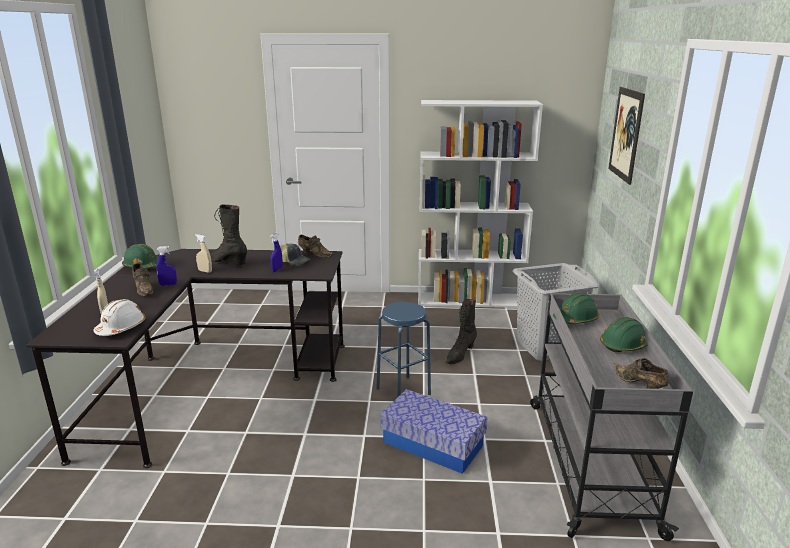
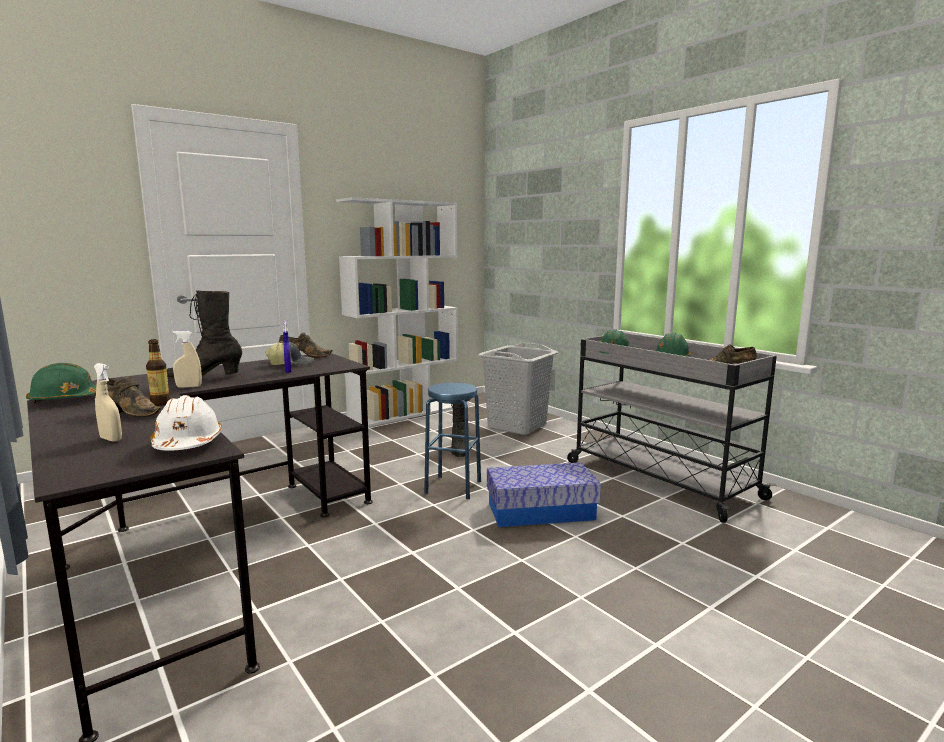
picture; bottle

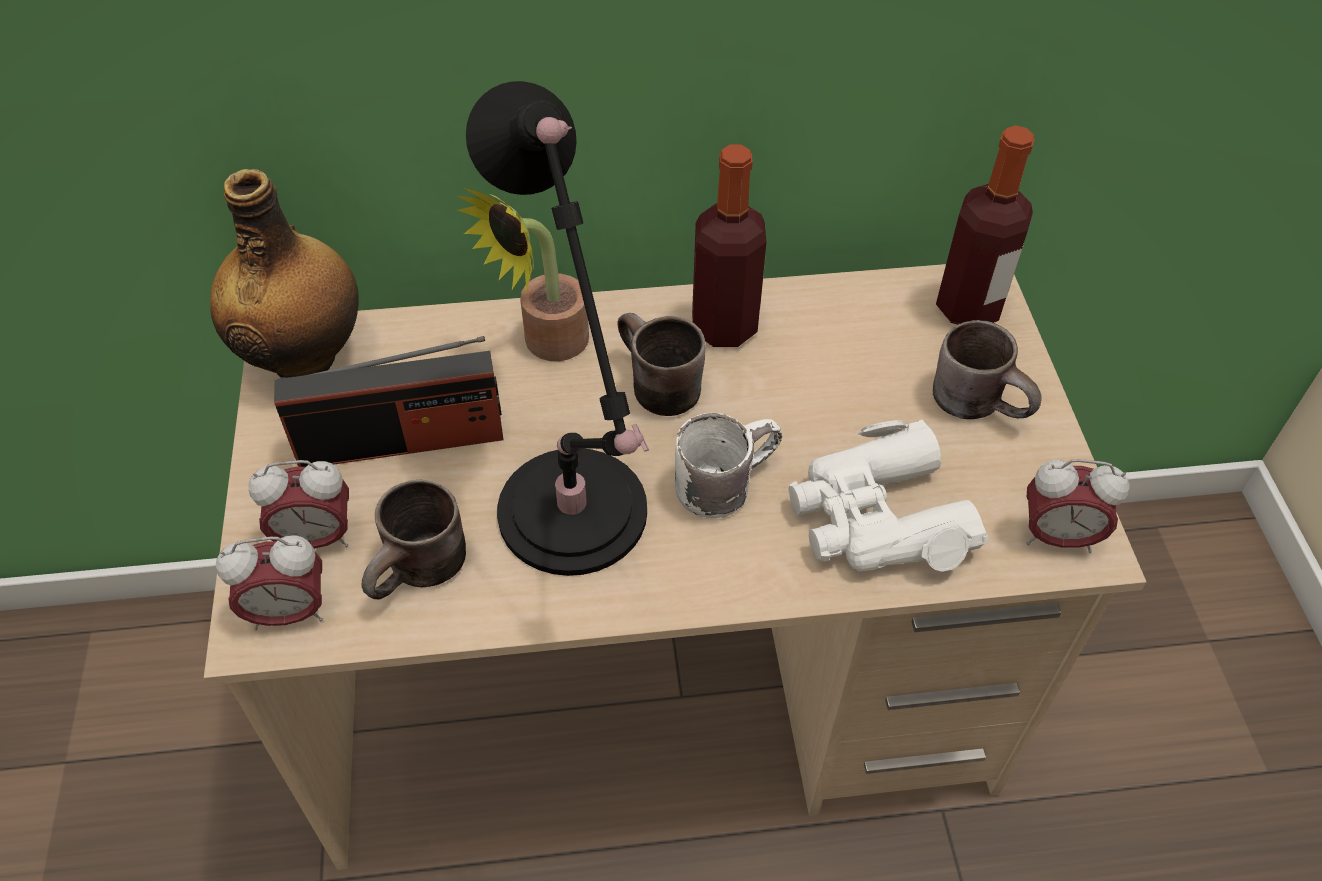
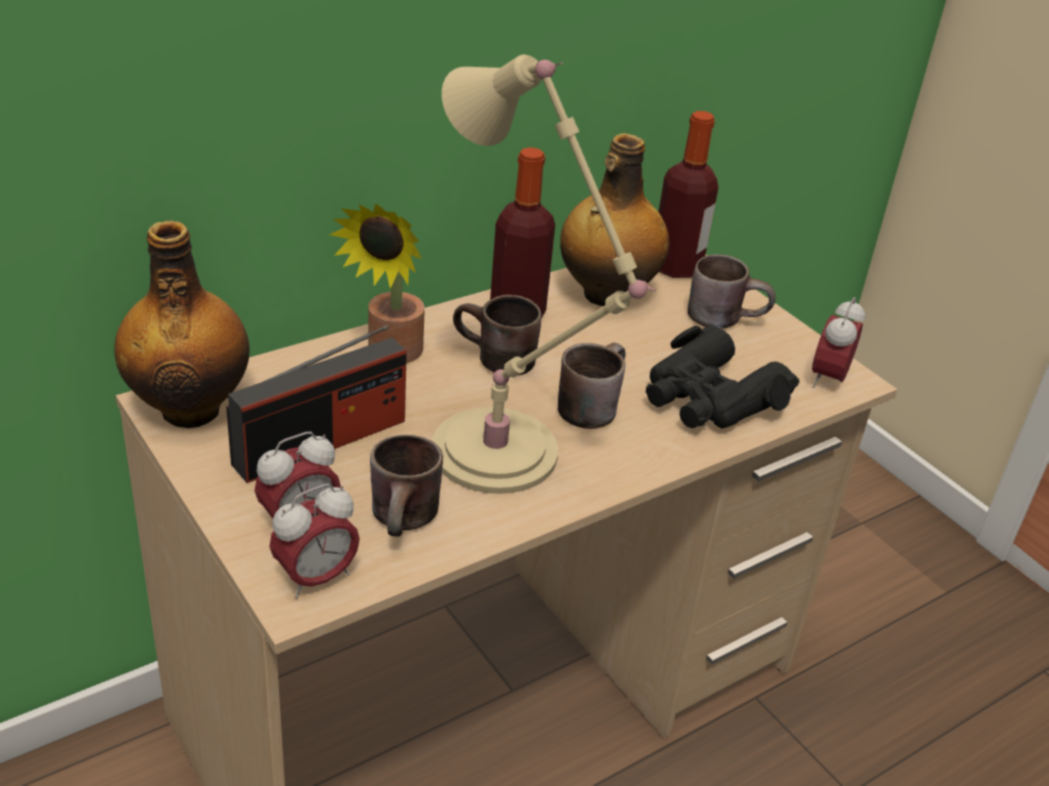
beige table lamp; brown mug (no. 3 from left); black binoculars; alarm clock (no. 3 from left); bottle (no. 3 from left)

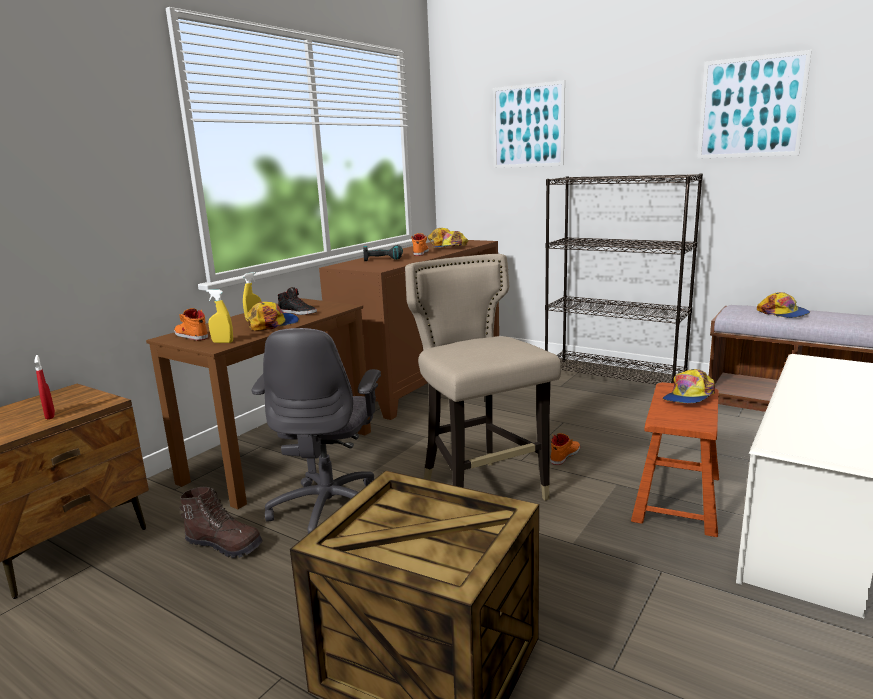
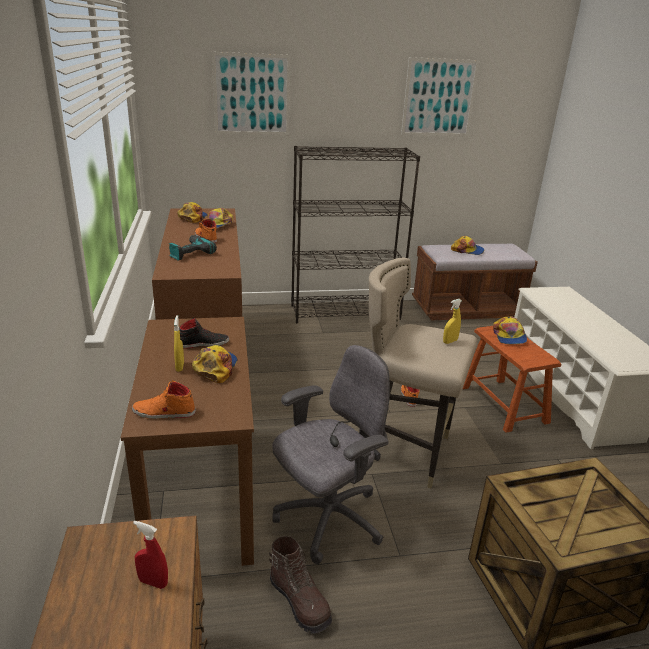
yellow spray bottle (no. 2 from left); grey office chair; brown boot

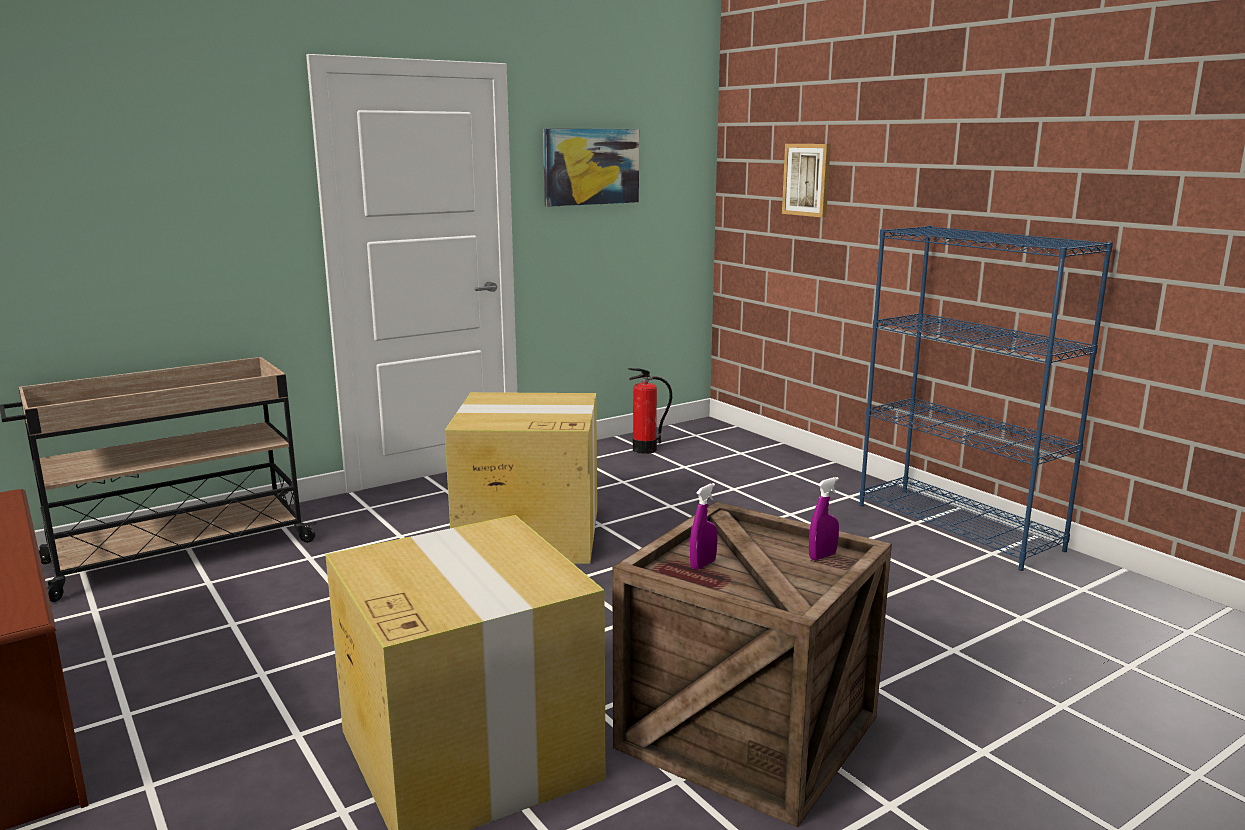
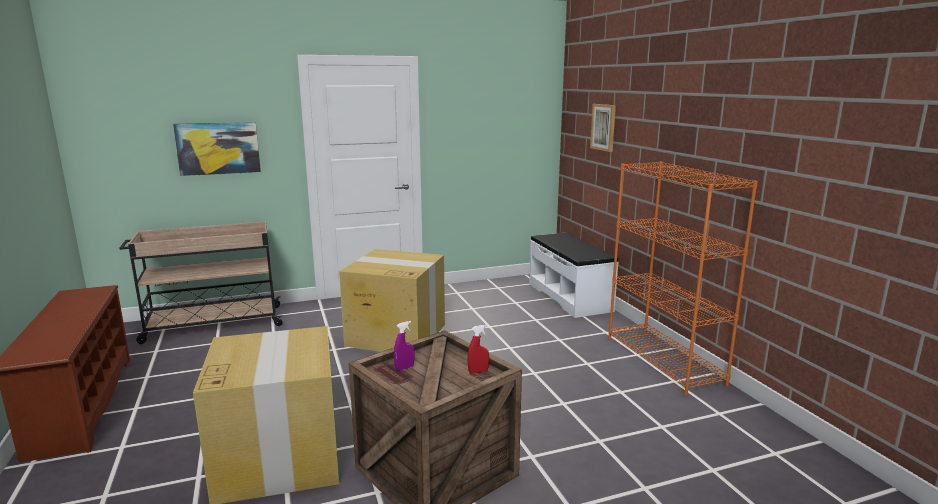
picture (no. 1 from left); orange bookcase; fire extinguisher; red spray bottle; white bench

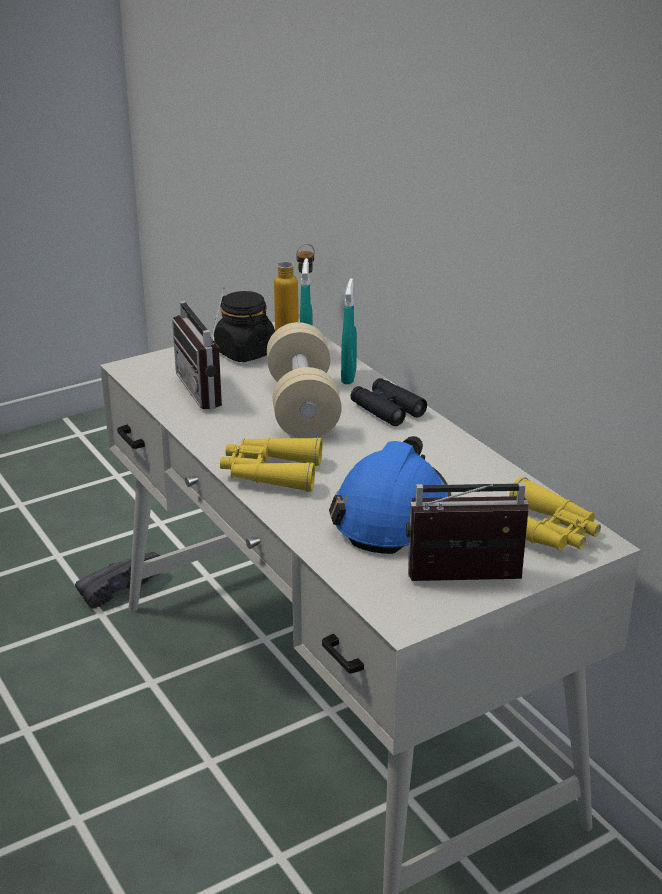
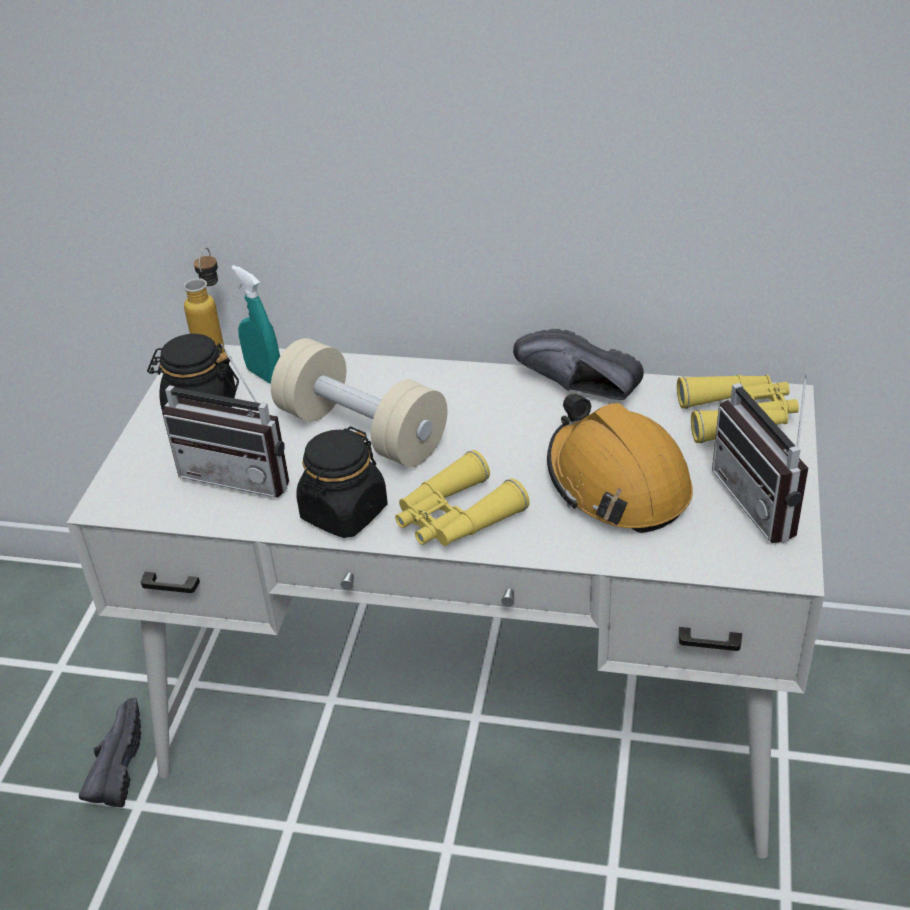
turquoise spray bottle (no. 2 from left in the first image); black binoculars; orange hard hat; radio (no. 2 from left); black shoe (no. 2 from left); black jar (no. 2 from left)

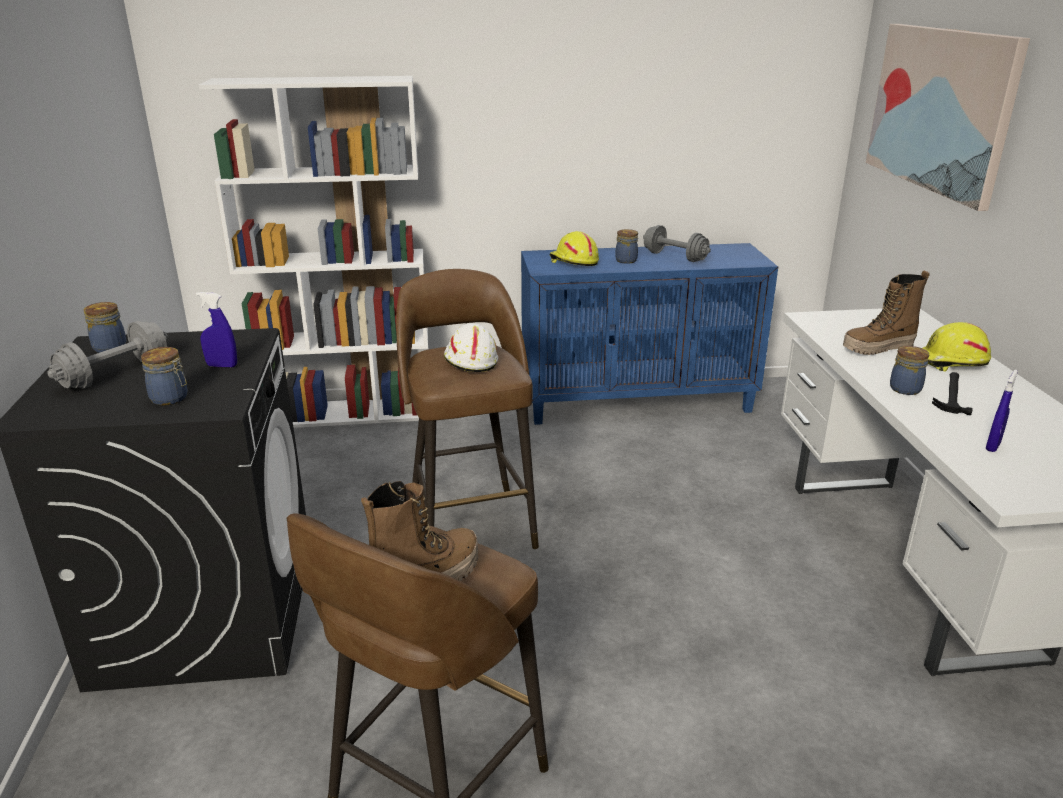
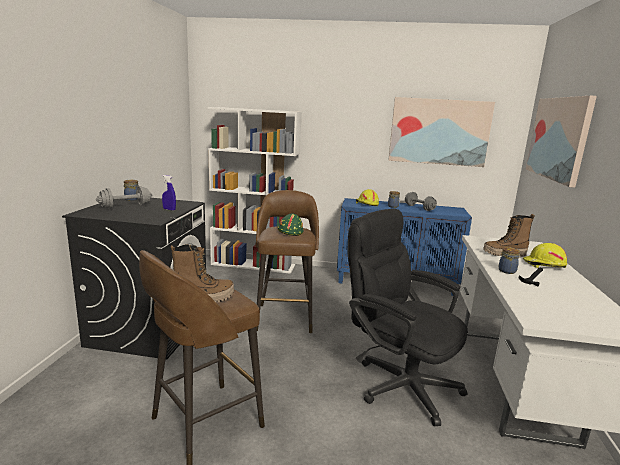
green hard hat; jar (no. 2 from left in the first image); blue spray bottle (no. 2 from left in the first image); picture (no. 1 from left); black office chair

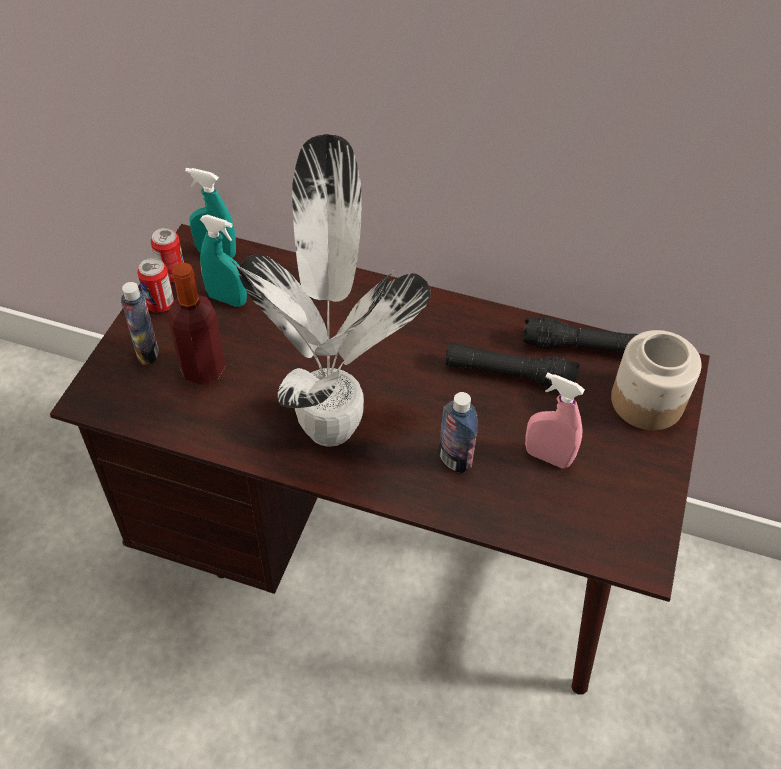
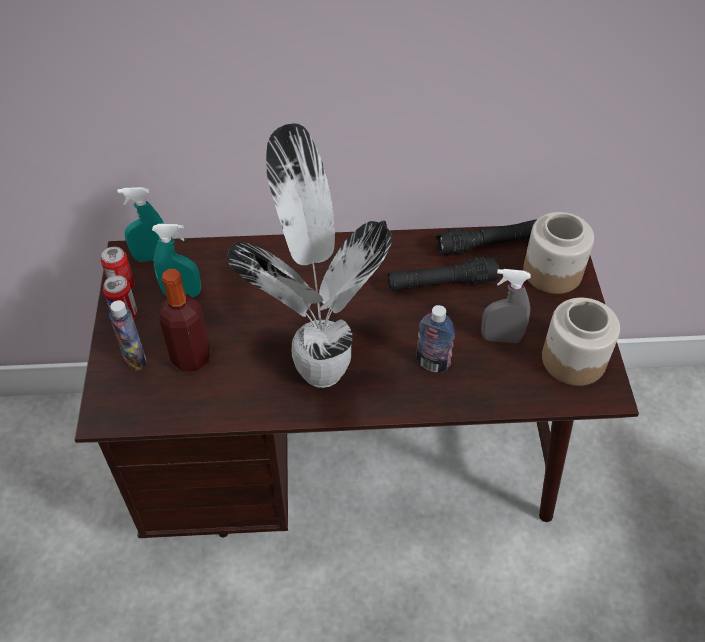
grey spray bottle; jar (no. 2 from left)

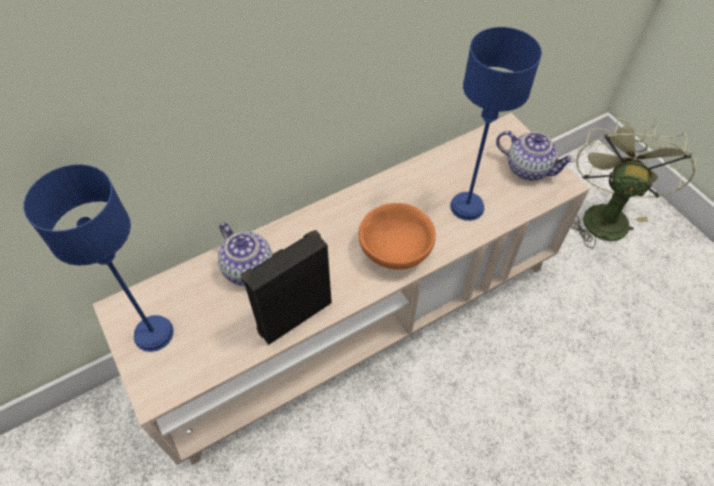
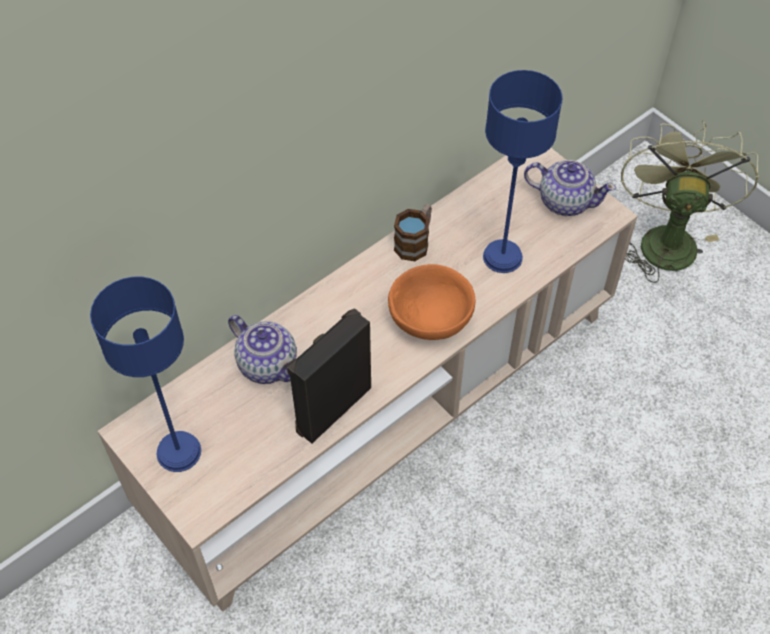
mug

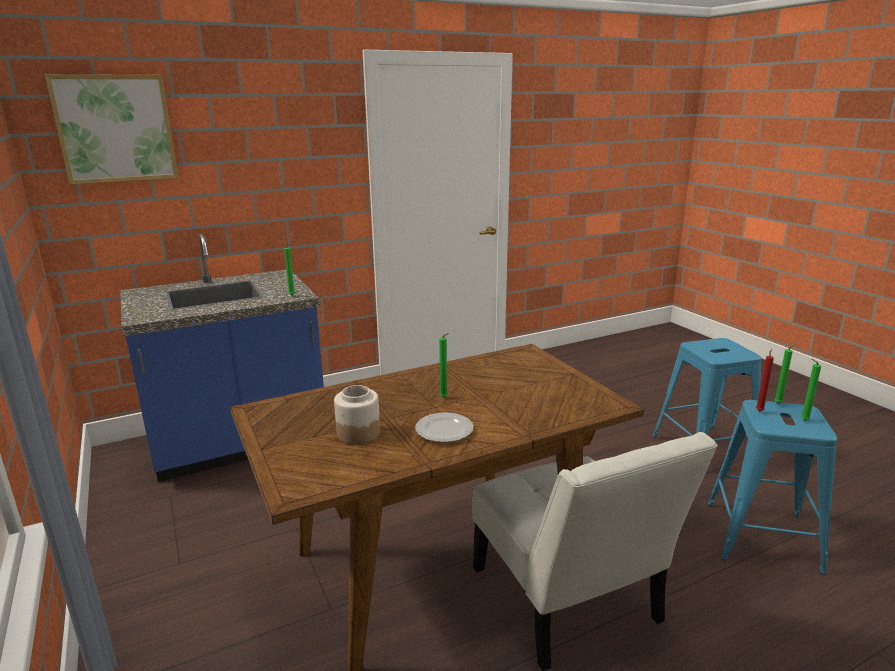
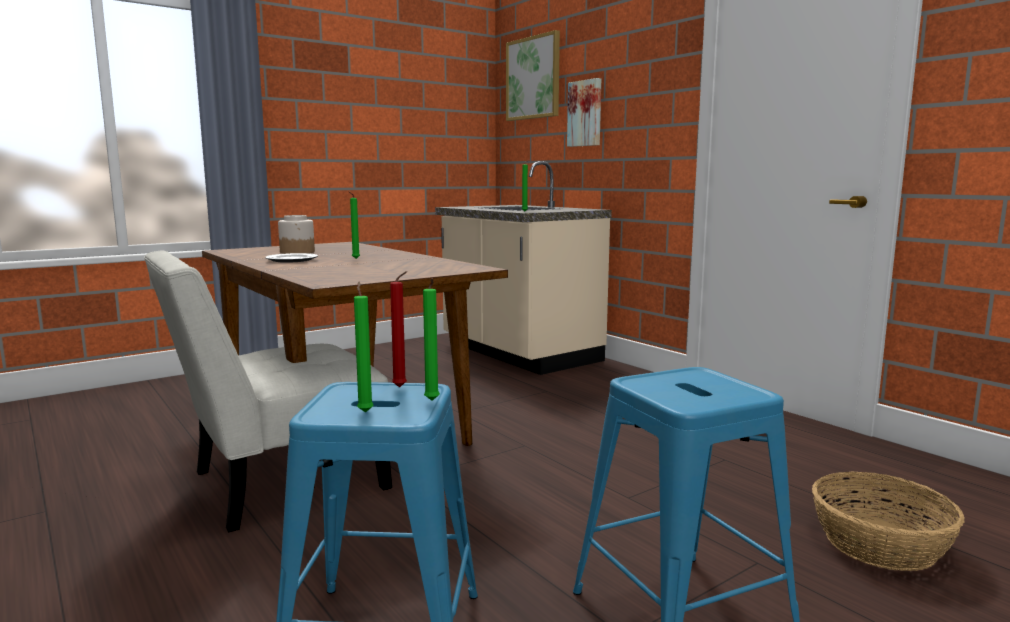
beige counter; picture (no. 2 from left); basket

